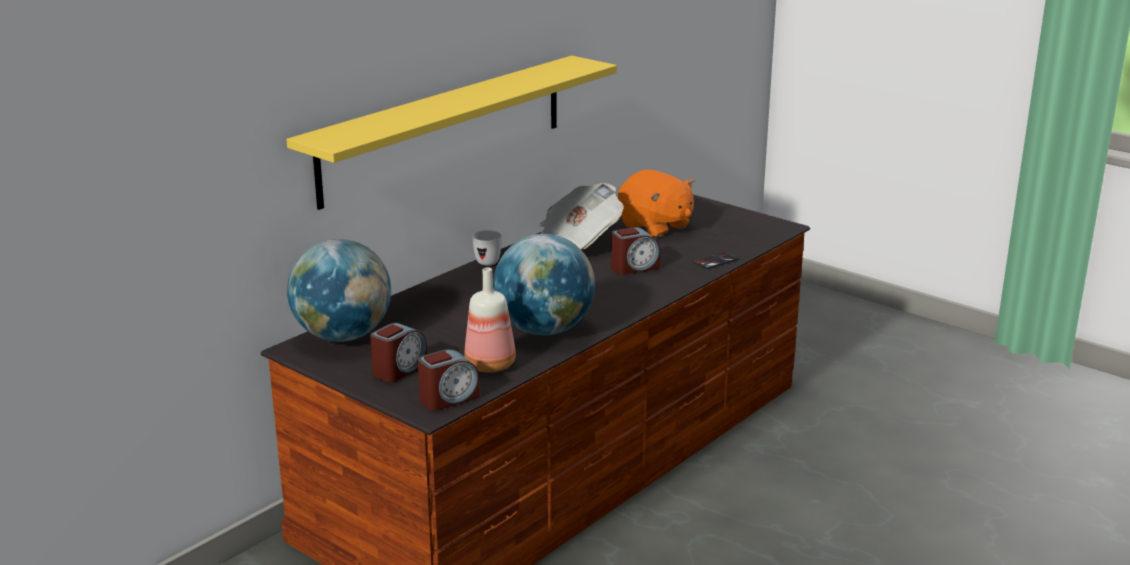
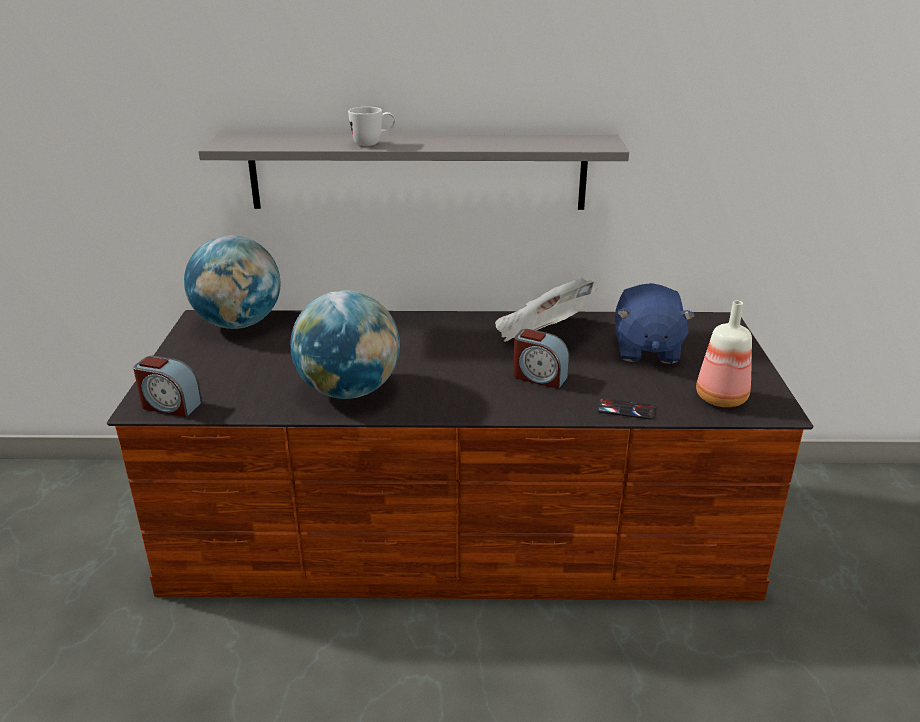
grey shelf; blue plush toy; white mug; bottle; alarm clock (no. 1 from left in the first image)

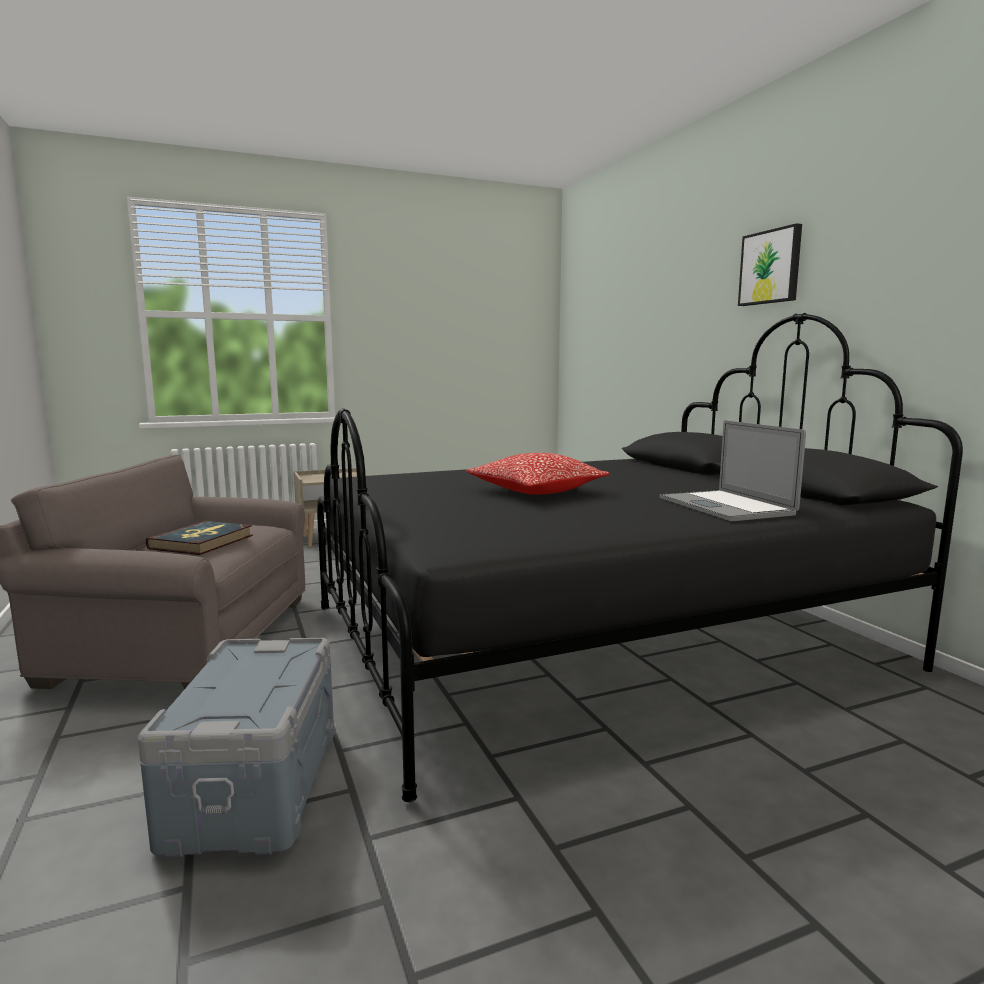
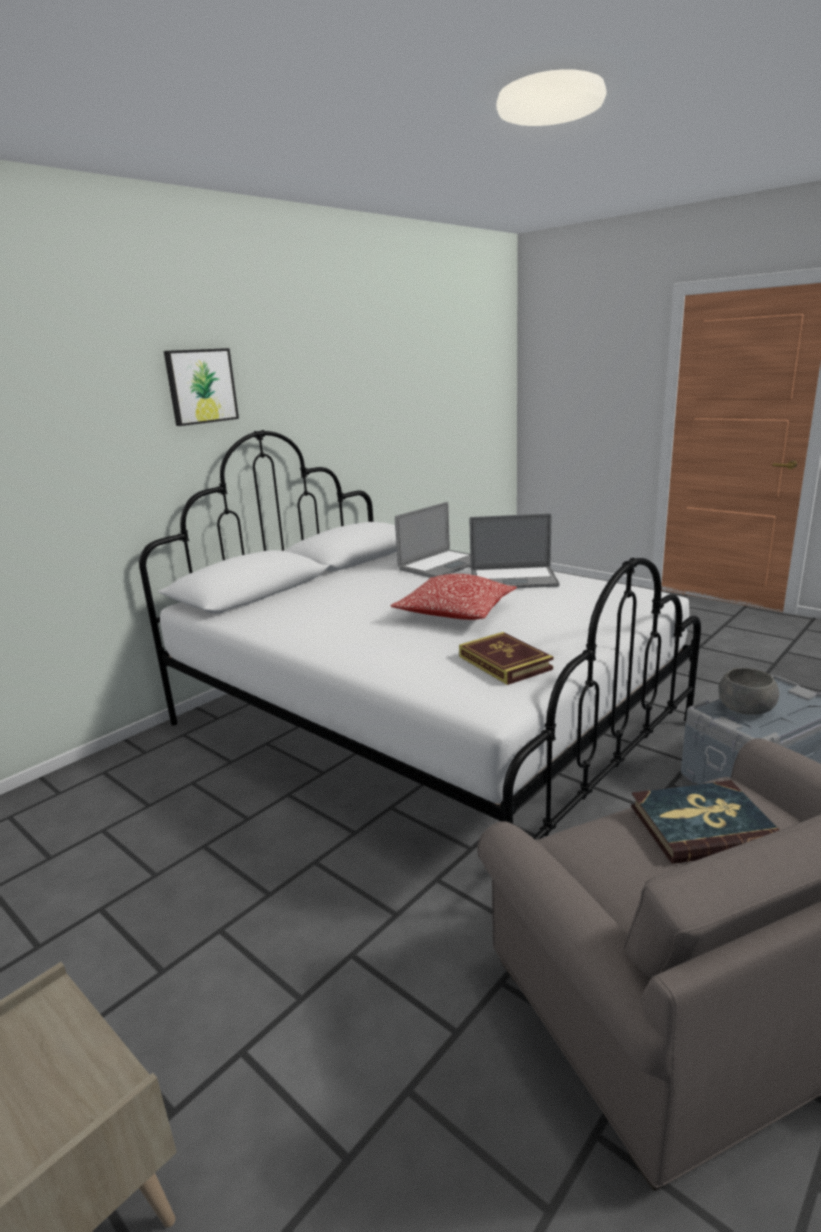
white bed; laptop (no. 2 from left); book (no. 1 from left); grey bowl

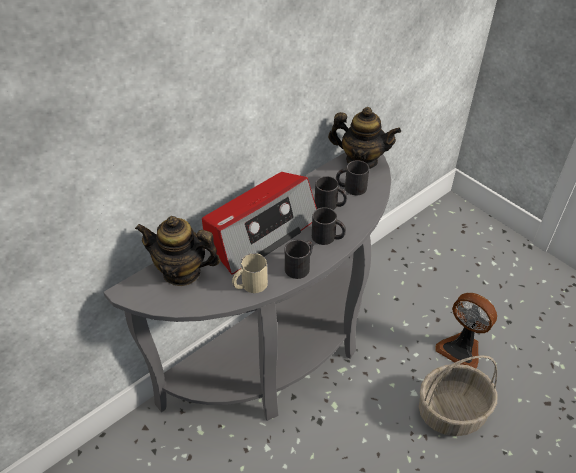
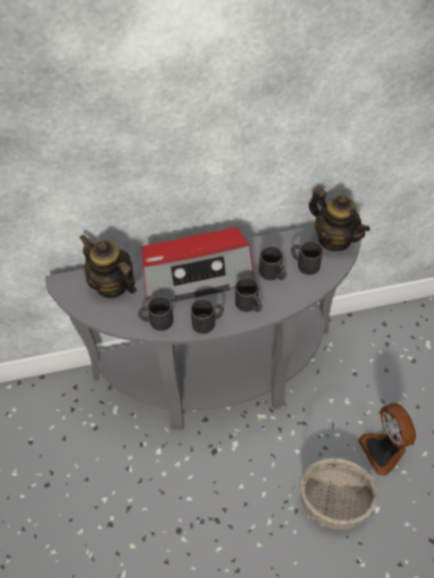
black mug (no. 1 from left)

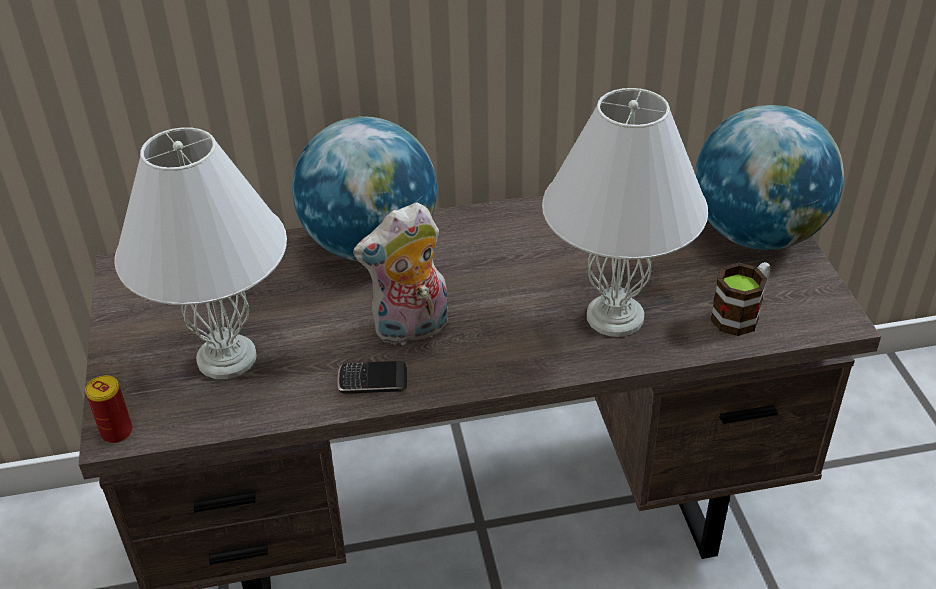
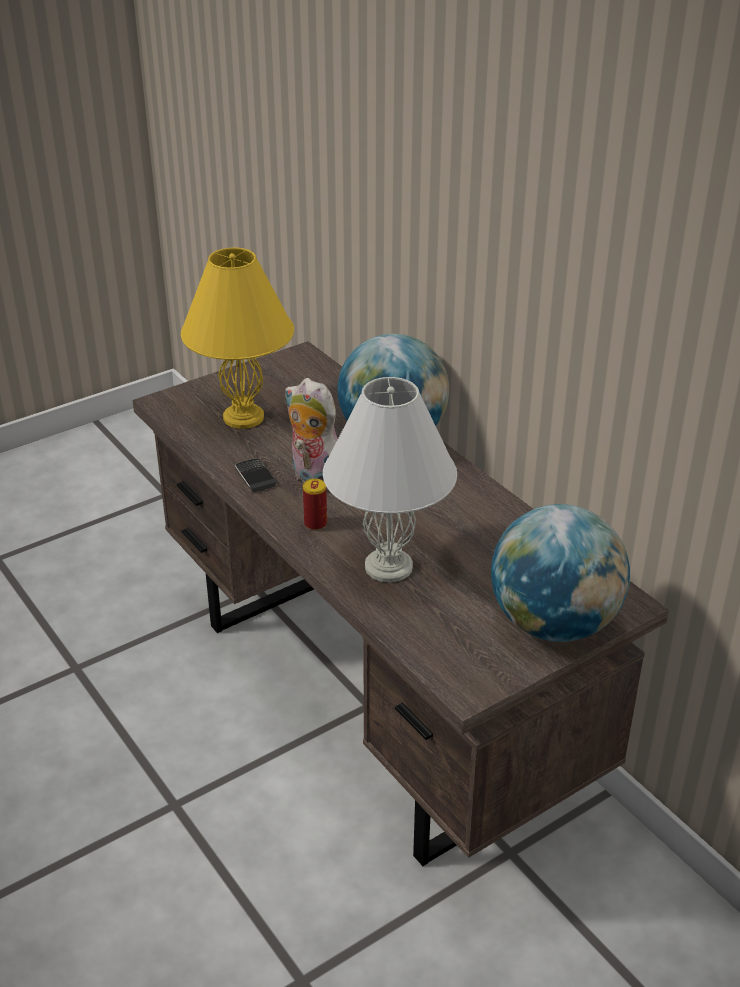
yellow table lamp; mug; can

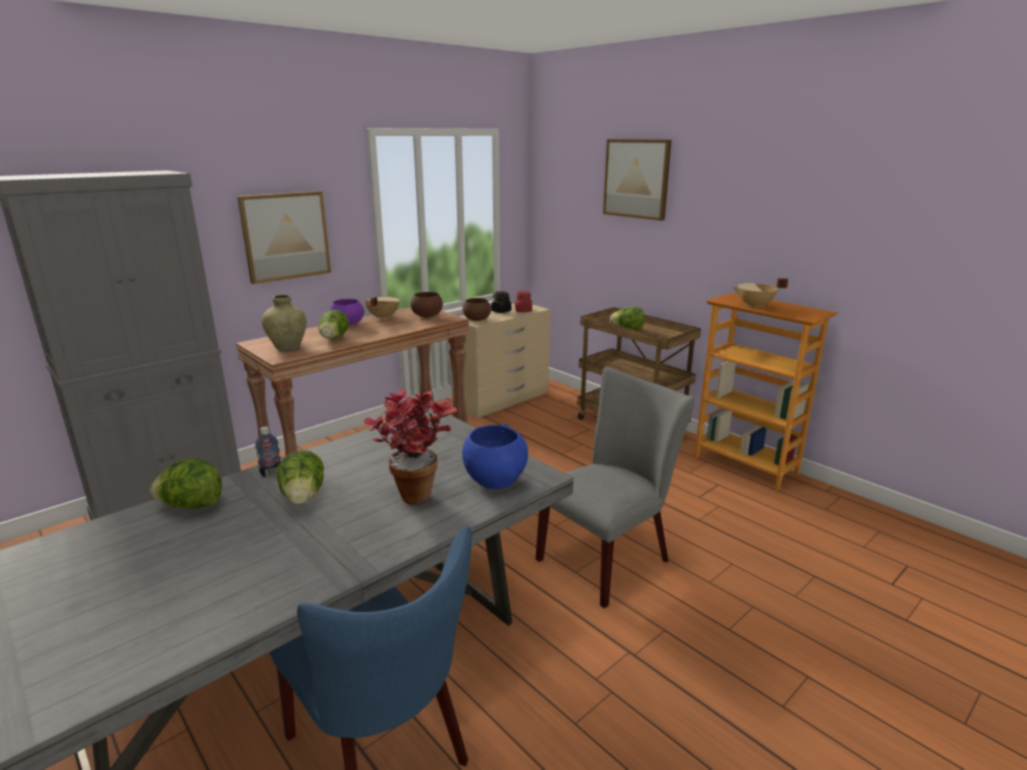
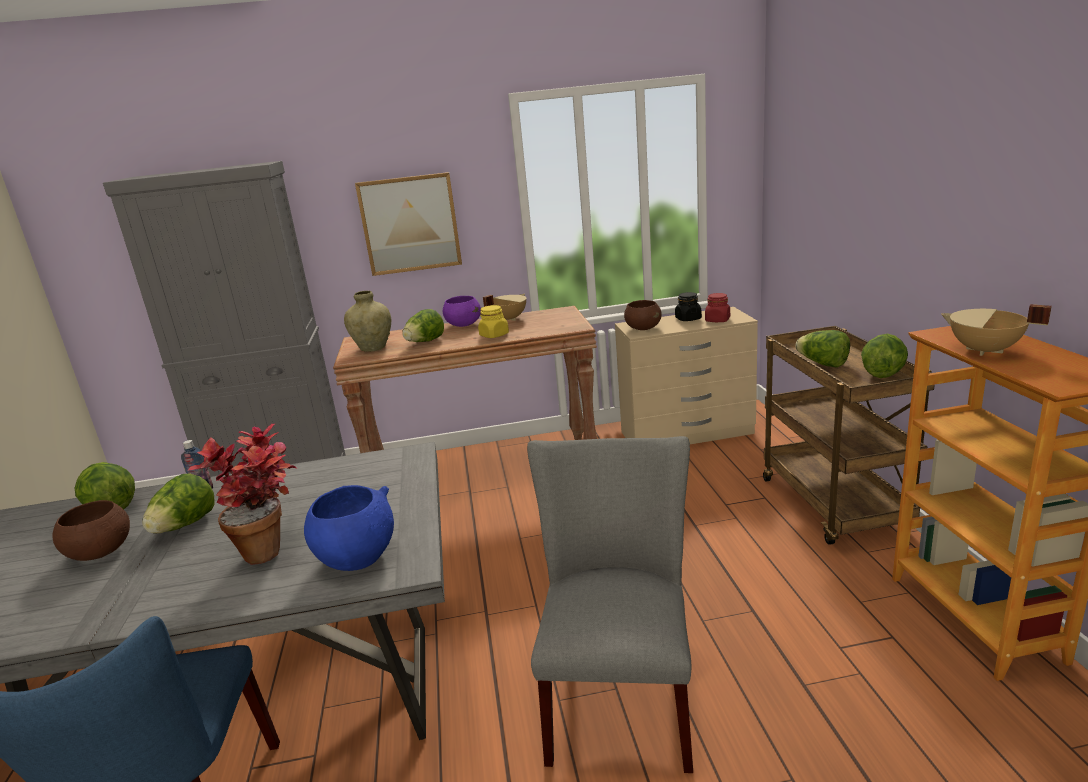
picture (no. 2 from left in the first image); brown bowl (no. 1 from left); grey chair; yellow jar; lettuce (no. 5 from left)

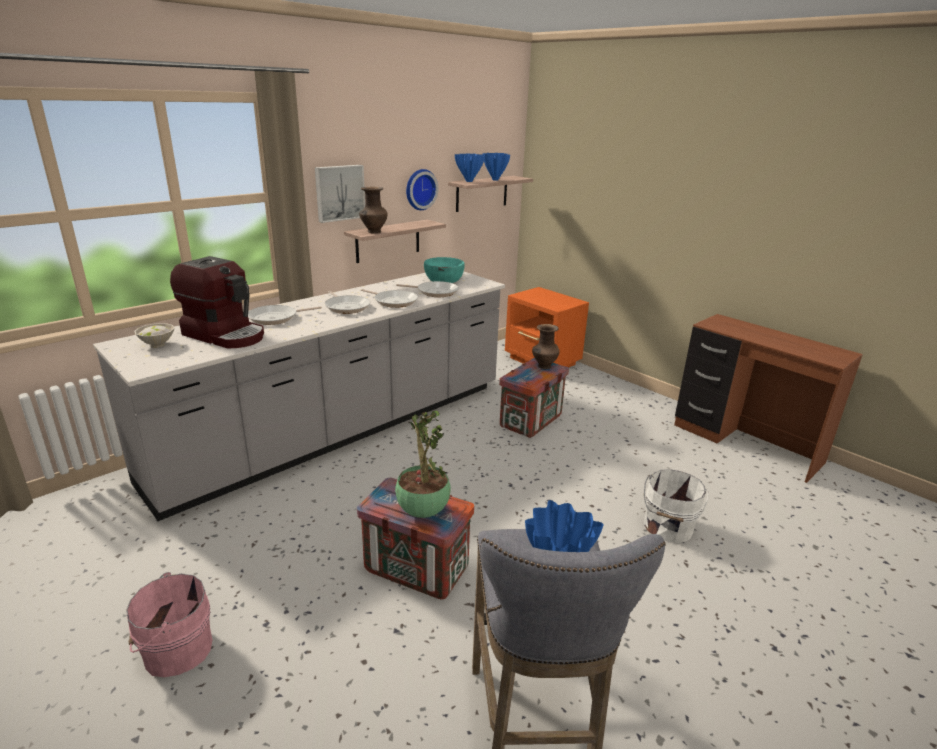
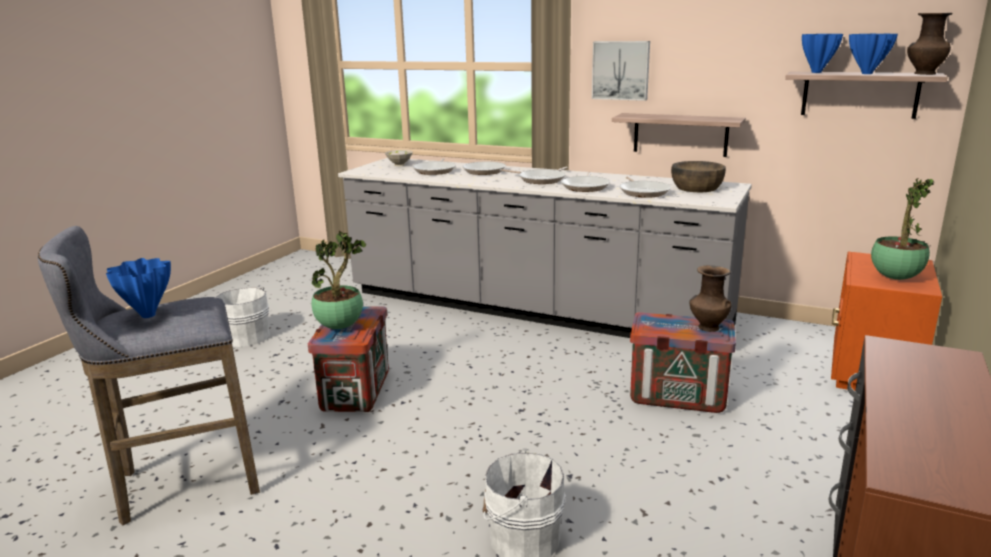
wall clock; brown vase (no. 2 from left); frying pan (no. 1 from left); brown bowl; white bucket (no. 1 from left); potted plant (no. 2 from left)

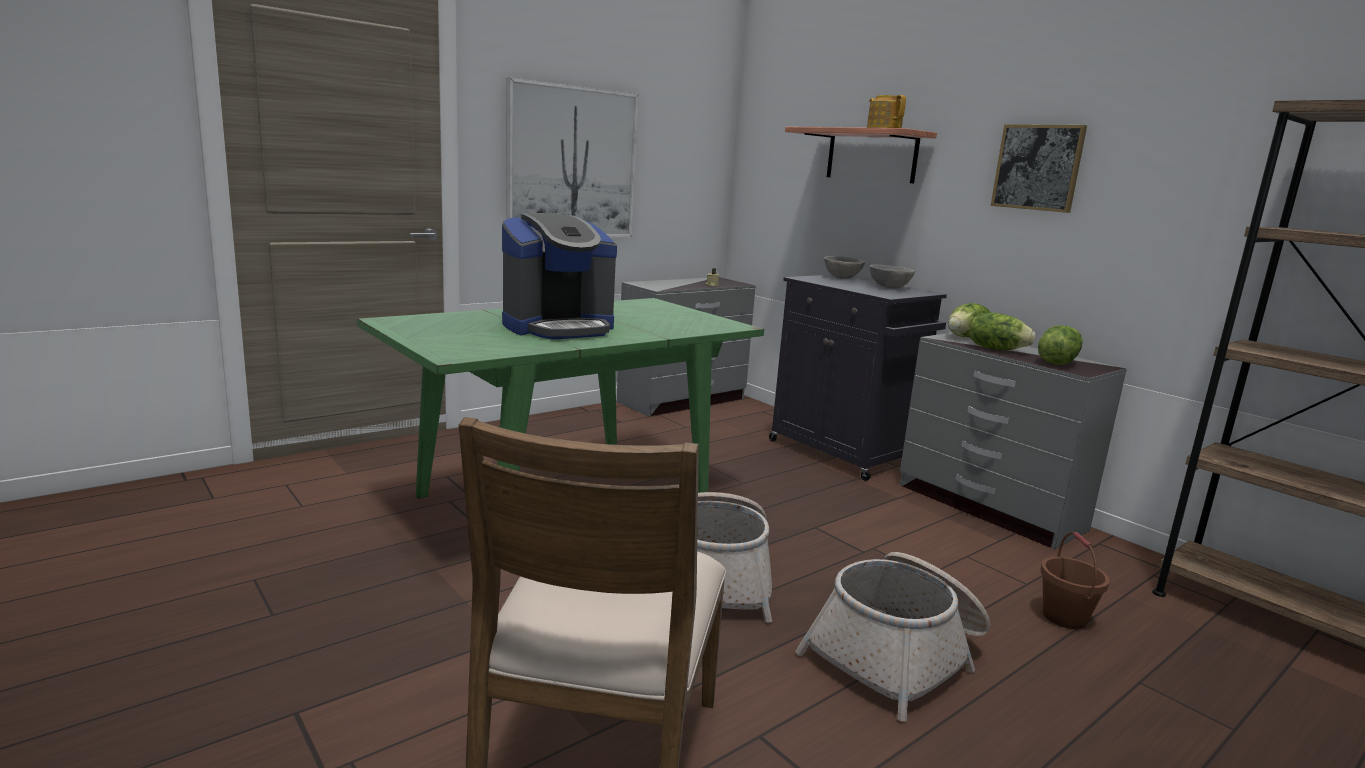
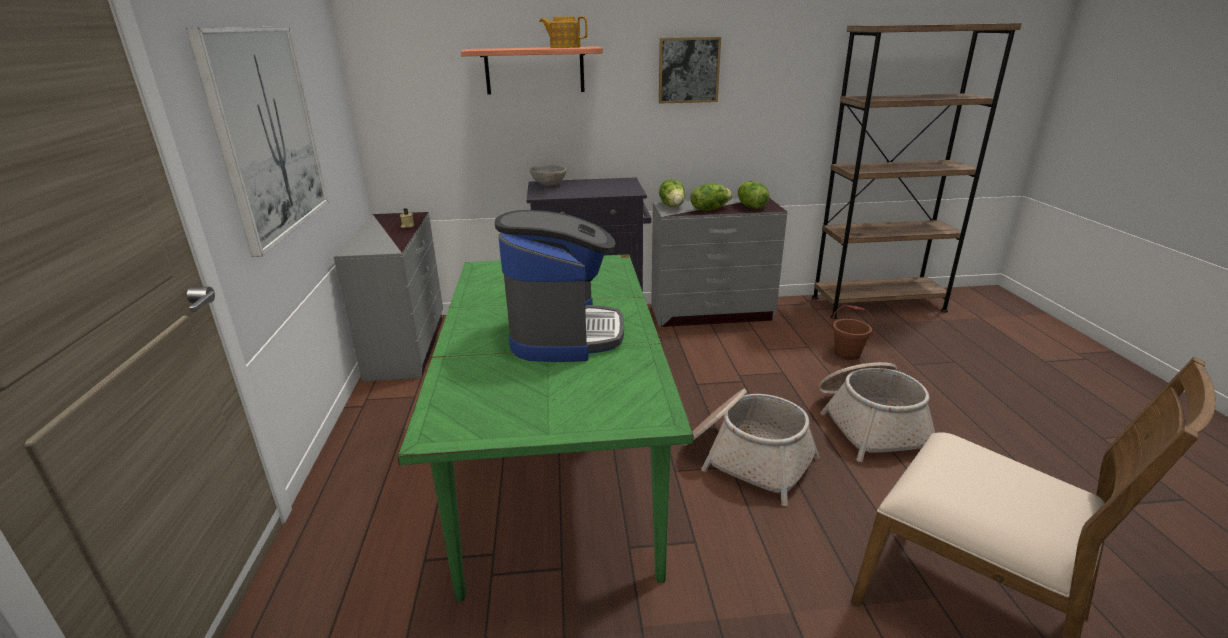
grey bowl (no. 2 from left in the first image)

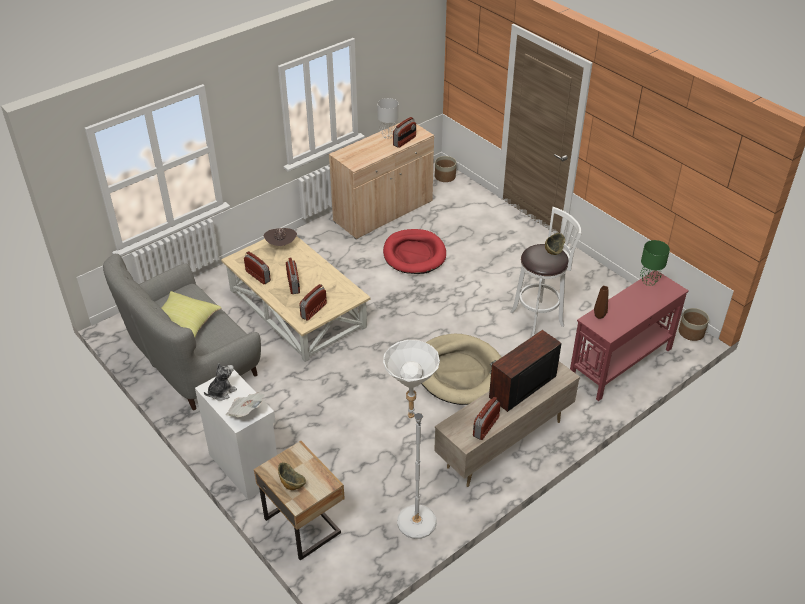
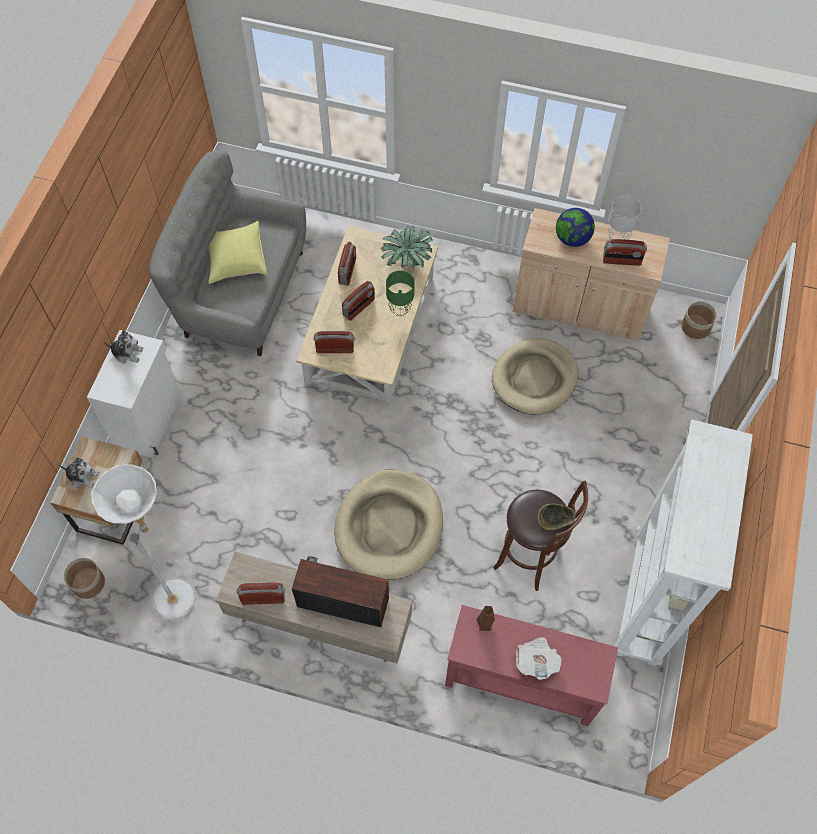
brown stool; potted plant; beige dog bed (no. 2 from left); green table lamp; planter (no. 1 from left); newspaper; plush toy (no. 1 from left); globe; white bookcase

